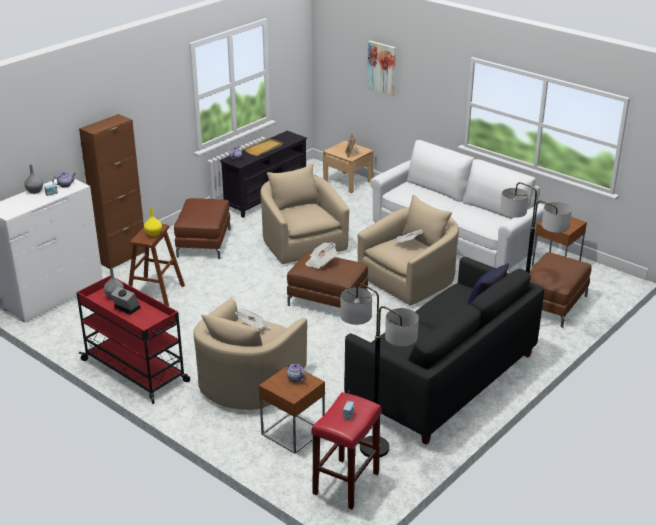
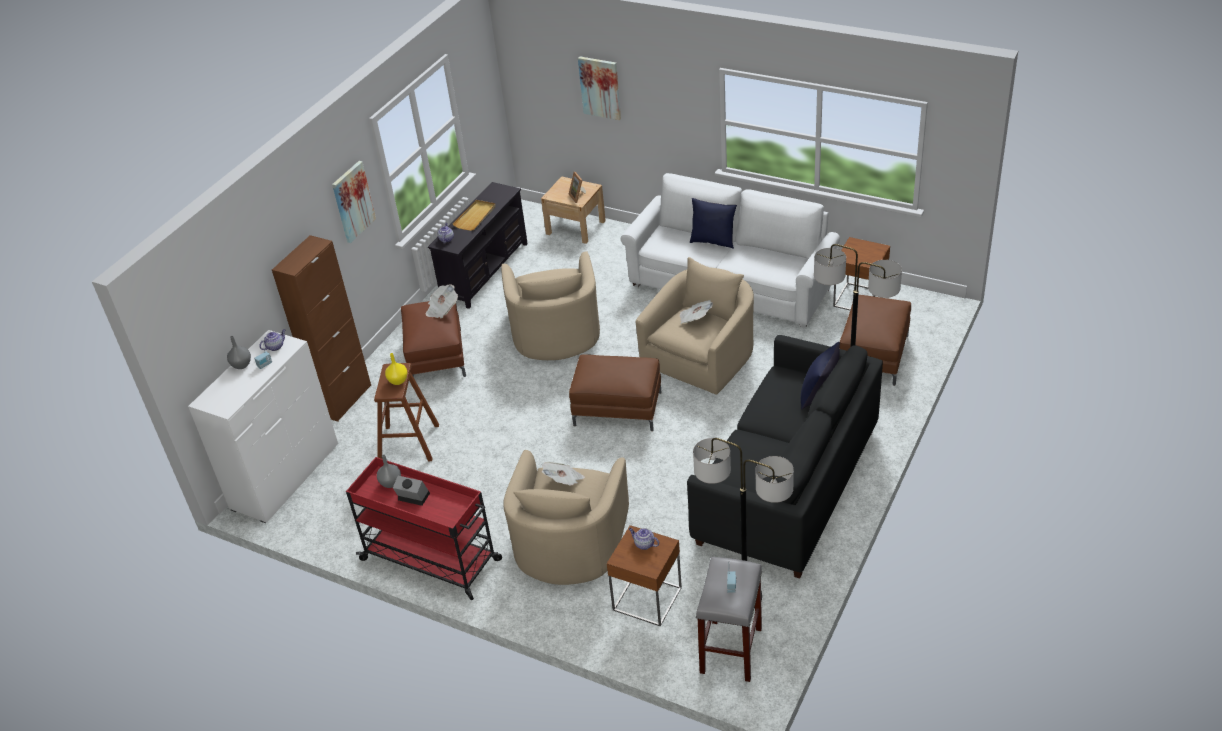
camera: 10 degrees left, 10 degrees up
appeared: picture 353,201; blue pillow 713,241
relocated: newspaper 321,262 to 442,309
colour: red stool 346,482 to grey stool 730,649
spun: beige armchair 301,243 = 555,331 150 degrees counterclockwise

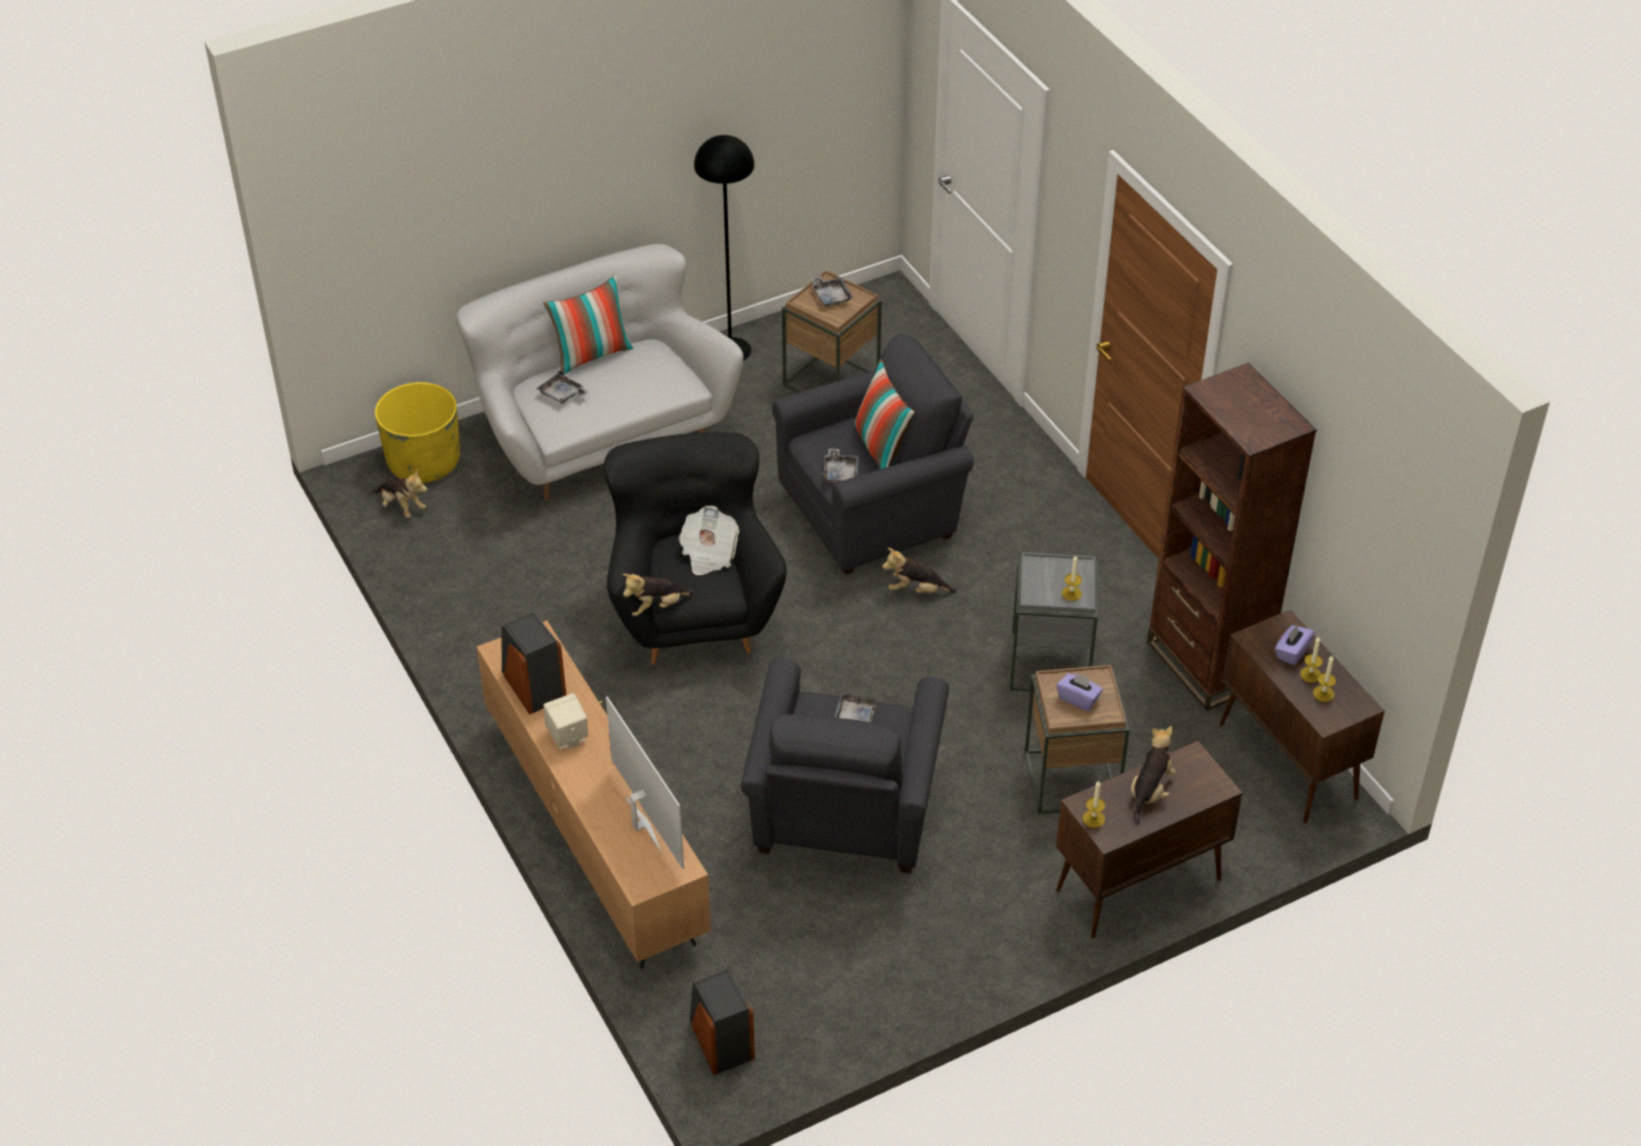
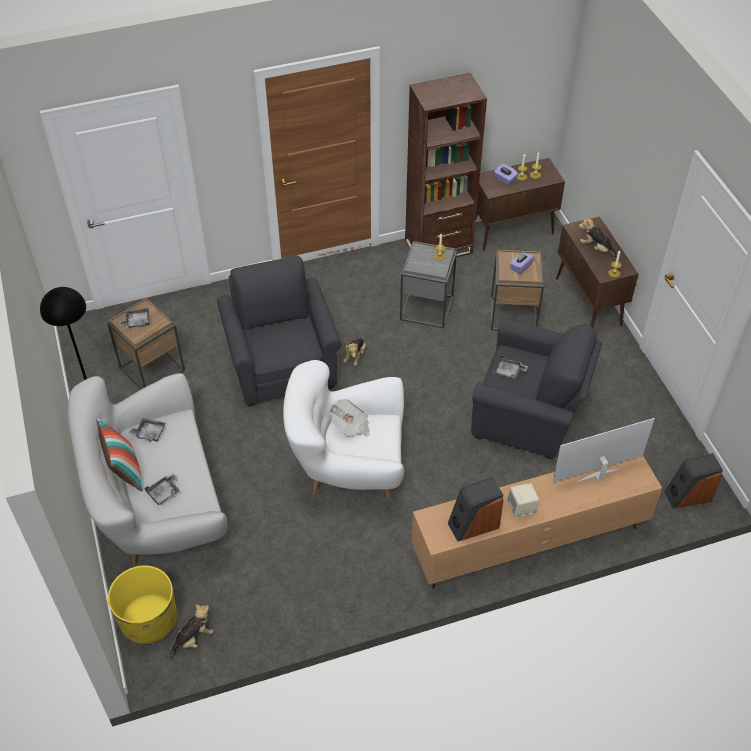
camera: 80 degrees left, 5 degrees up
missing: pillow 882,448; plush toy 656,607
relocated: grey tray 840,472 to 149,433
colour: black armchair 693,613 to white armchair 349,469

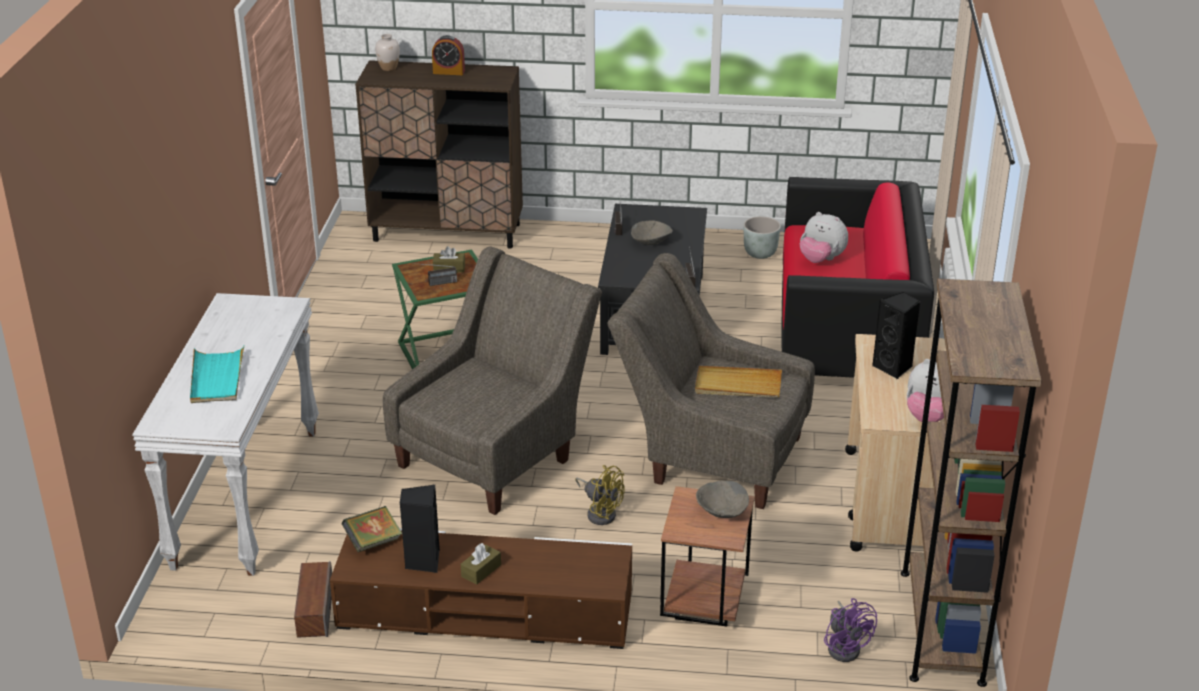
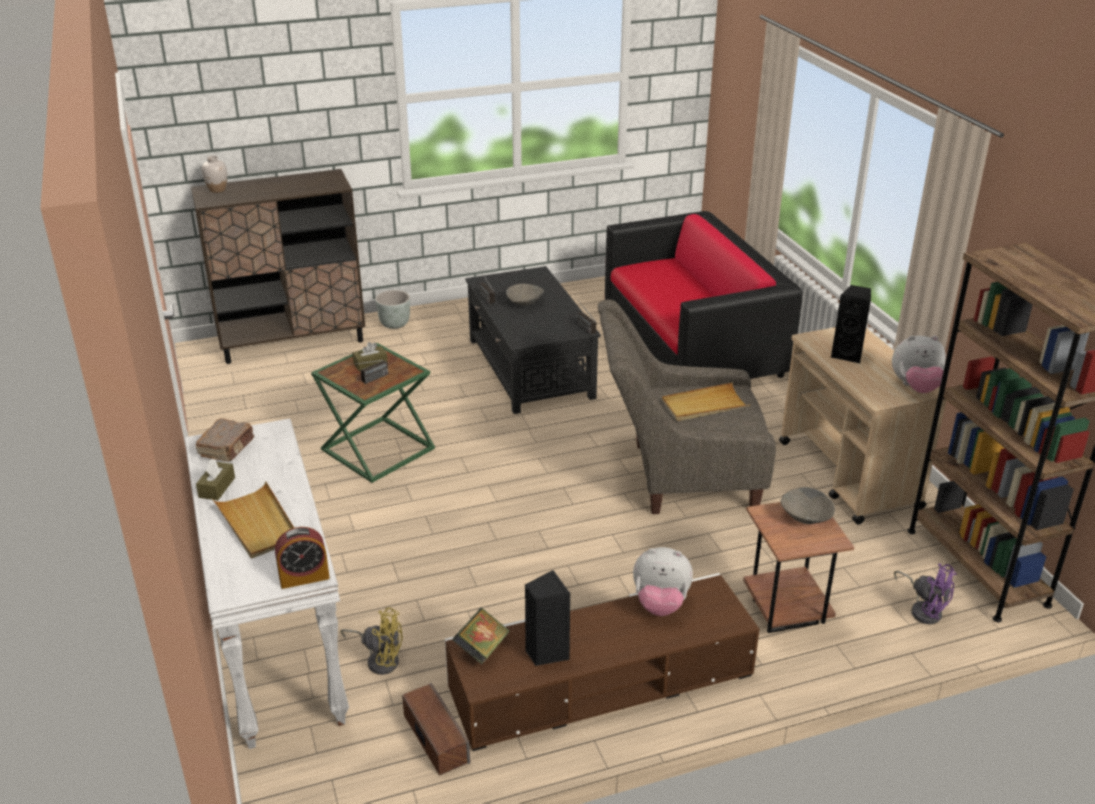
camera: 25 degrees left, 0 degrees up
missing: grey armchair 496,454
appeared: brown book 227,448
relocated: alarm clock 449,72 to 304,577; plush toy 821,260 to 660,604; grey planter 760,253 to 395,324; yellow fan 600,512 to 380,659; brown tissue box 481,570 to 217,487
colour: turquoise tray 217,378 to beige tray 258,524

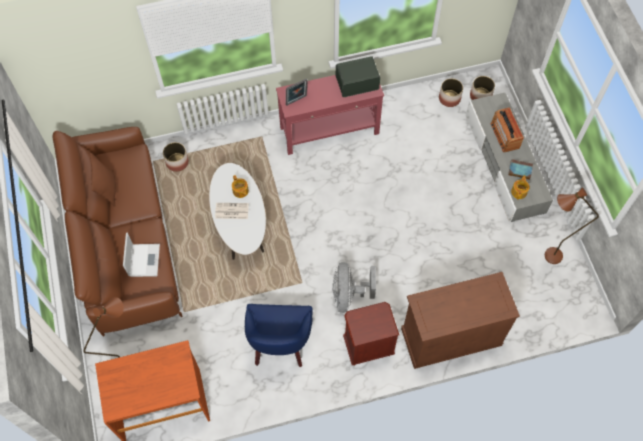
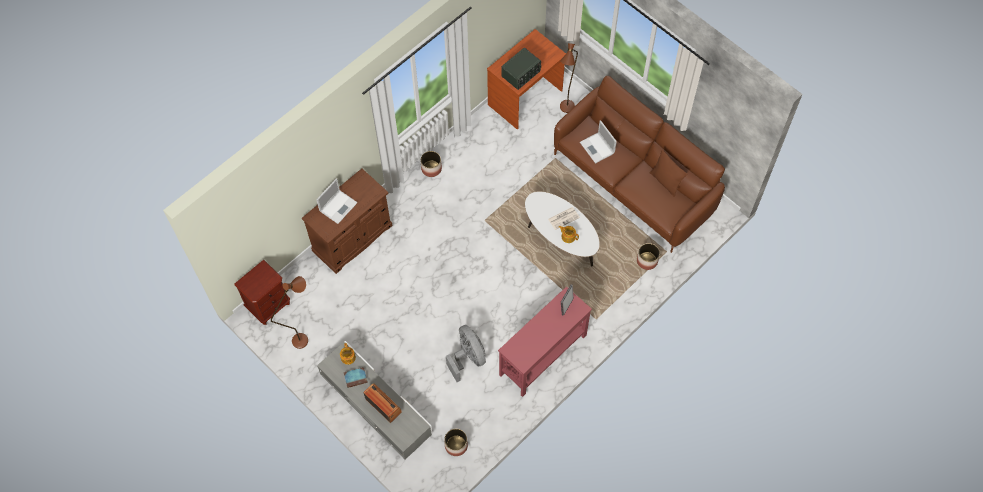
camera: 150 degrees right, 0 degrees up
missing: blue armchair 279,344
appeared: laptop 338,206
relocated: radio 357,82 to 521,74; planter 480,96 to 431,168; grey fan 349,295 to 468,357; brown nightstand 367,346 to 269,305

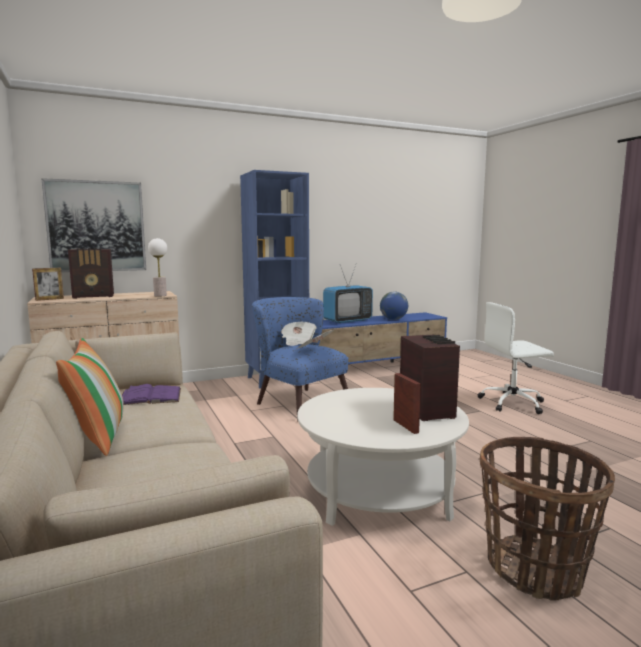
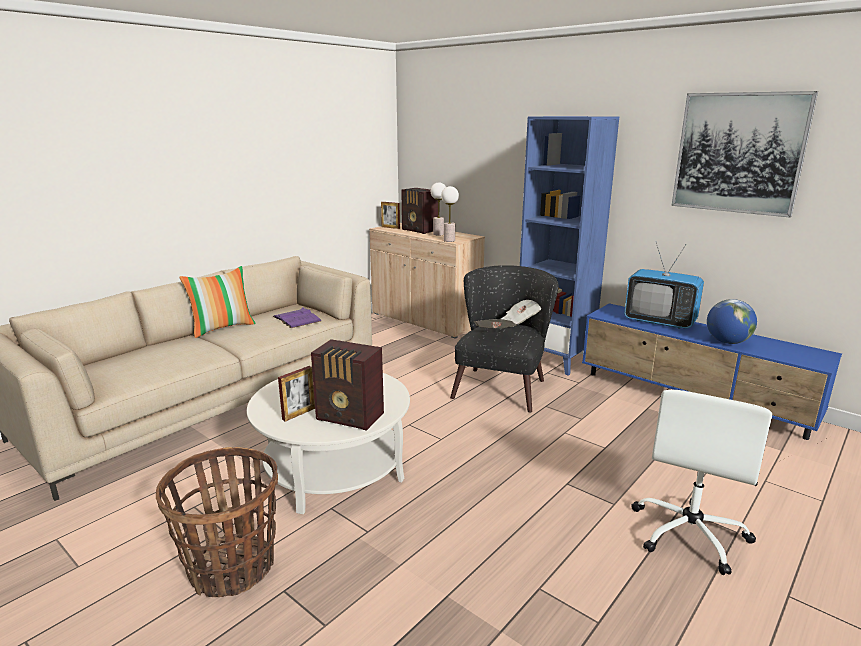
camera: 65 degrees right, 10 degrees up
appeared: table lamp 438,234
relocated: picture 96,226 to 738,153
colour: blue armchair 297,401 to black armchair 503,385
spun: white office chair 513,403 = 689,533 120 degrees counterclockwise; radio 427,409 = 350,417 60 degrees clockwise

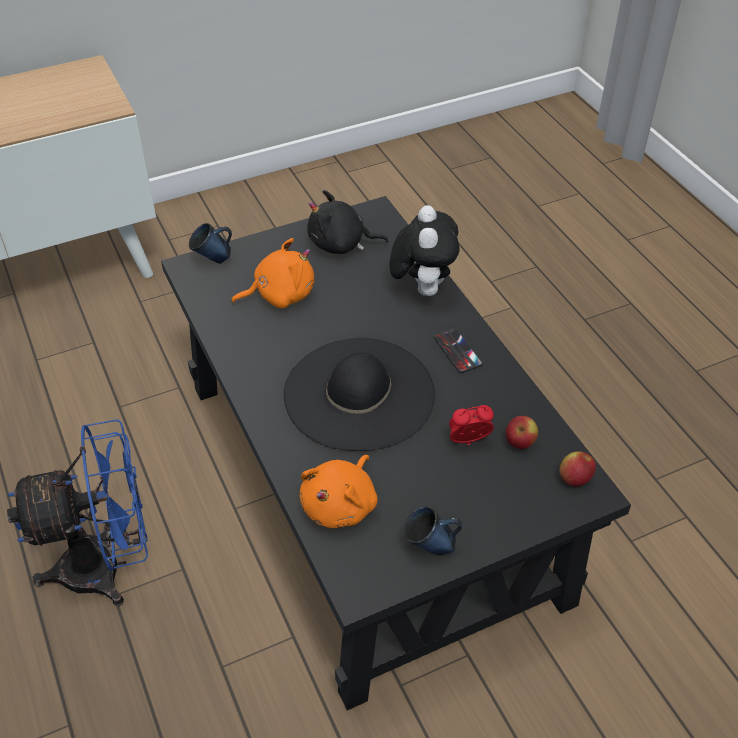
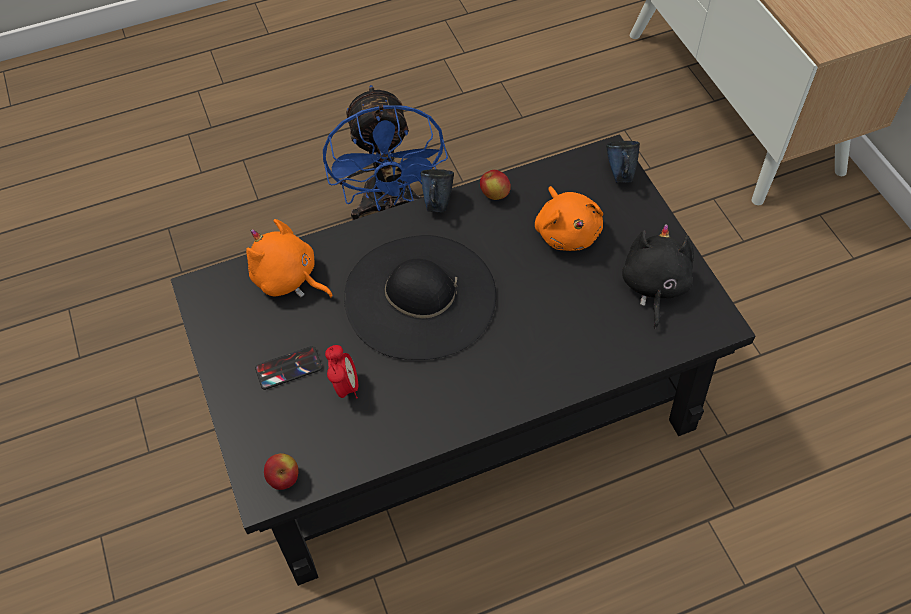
camera: 95 degrees right, 10 degrees up
missing: plush toy 422,288
relocated: phone 457,351 to 288,368; apple 520,443 to 495,194; blue mug 431,549 to 437,203

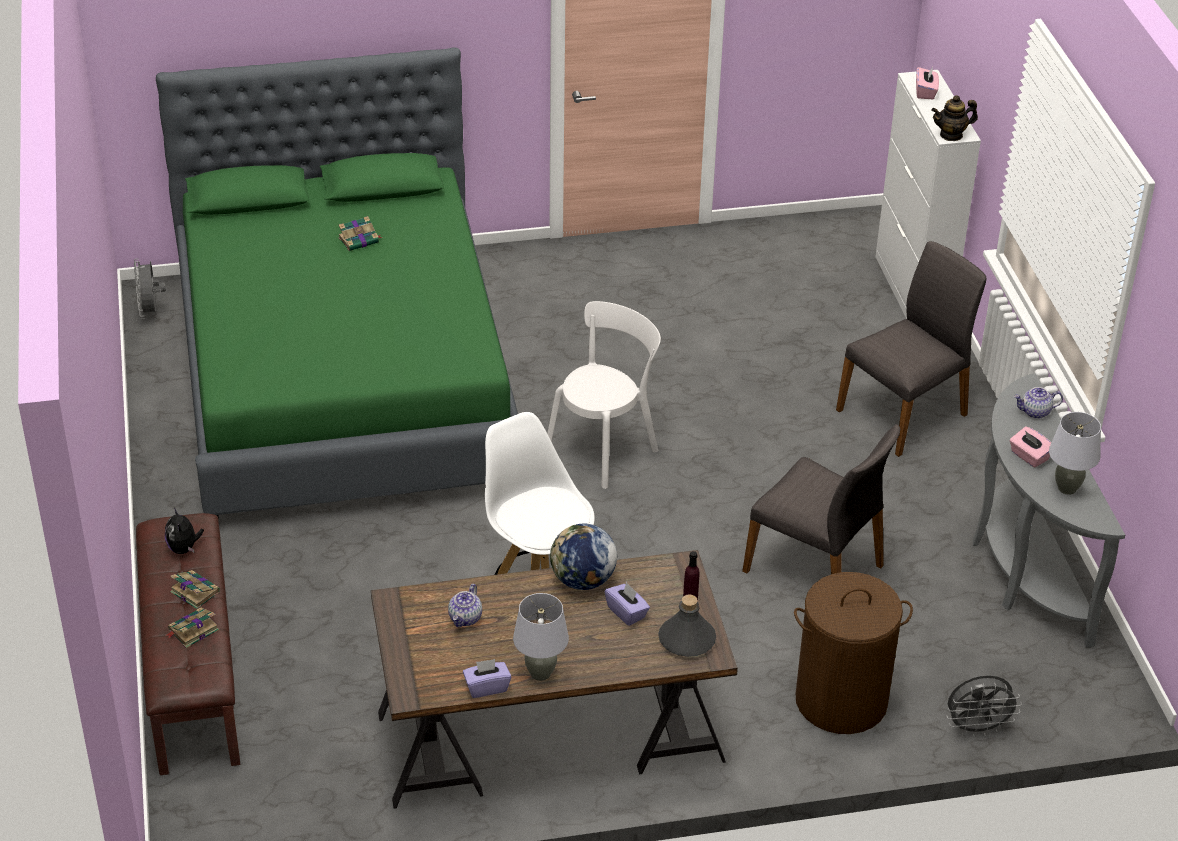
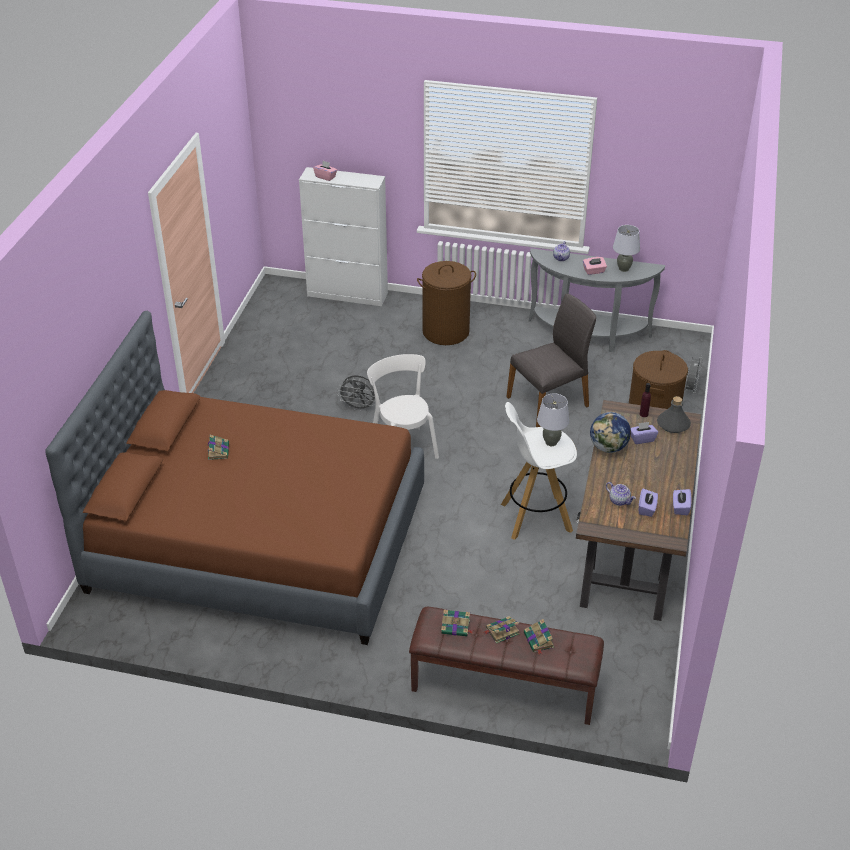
camera: 65 degrees left, 0 degrees up
missing: teapot 951,135
appeared: purple tissue box 647,508
relocated: grey fan 151,312 to 359,407; grey table lamp 540,673 to 551,442
exchanged: grey chair 904,412 to brown laundry basket 446,331; plush toy 184,548 to book 456,627
colour: green bed 345,380 to brown bed 258,540

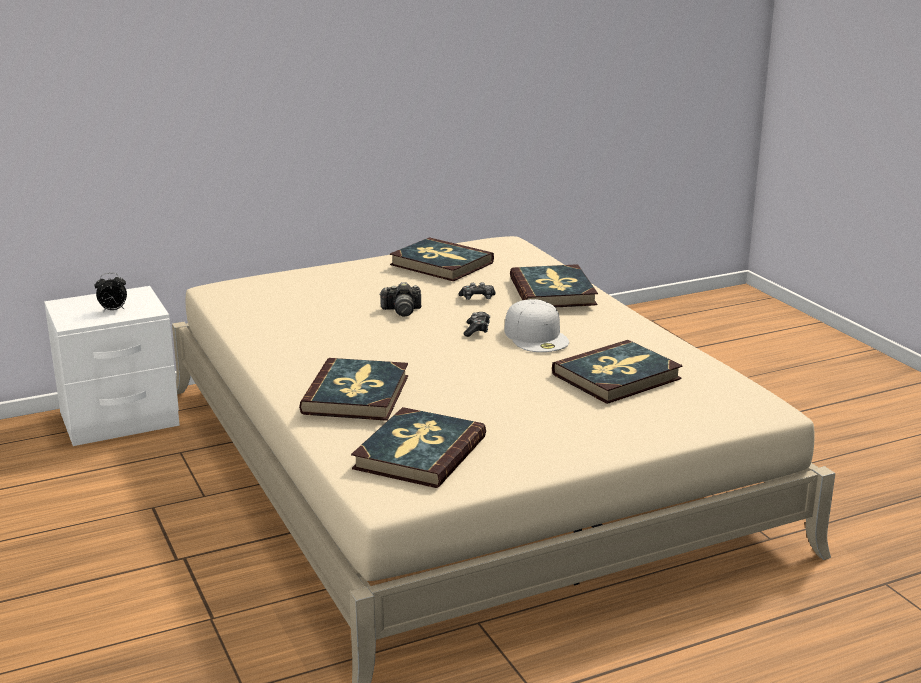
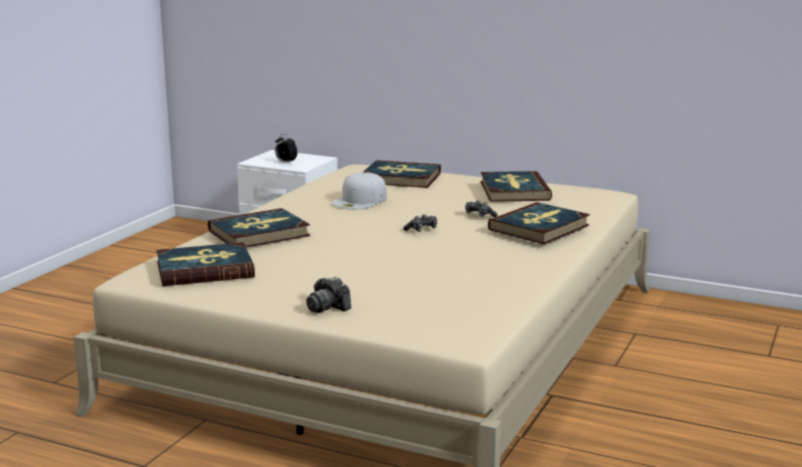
camera: 50 degrees right, 5 degrees down
relocated: photo camera 401,311 to 327,307; white cap 537,336 to 360,200; book 617,377 to 401,178

